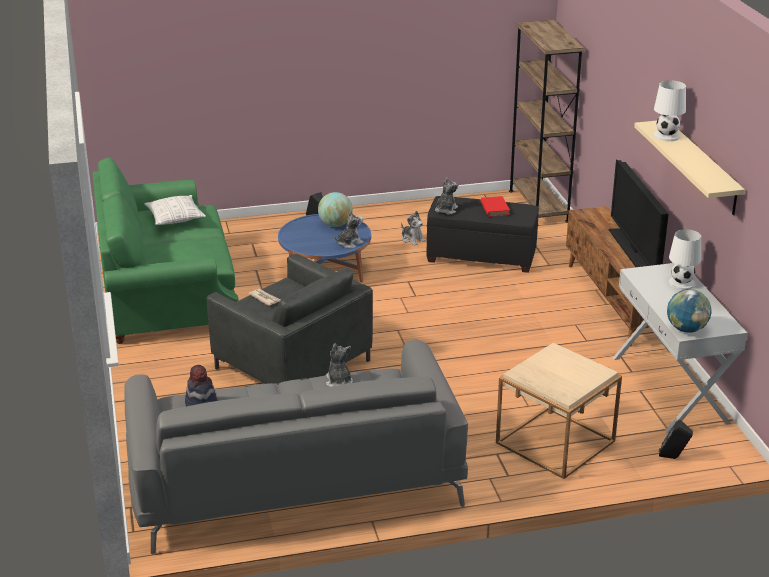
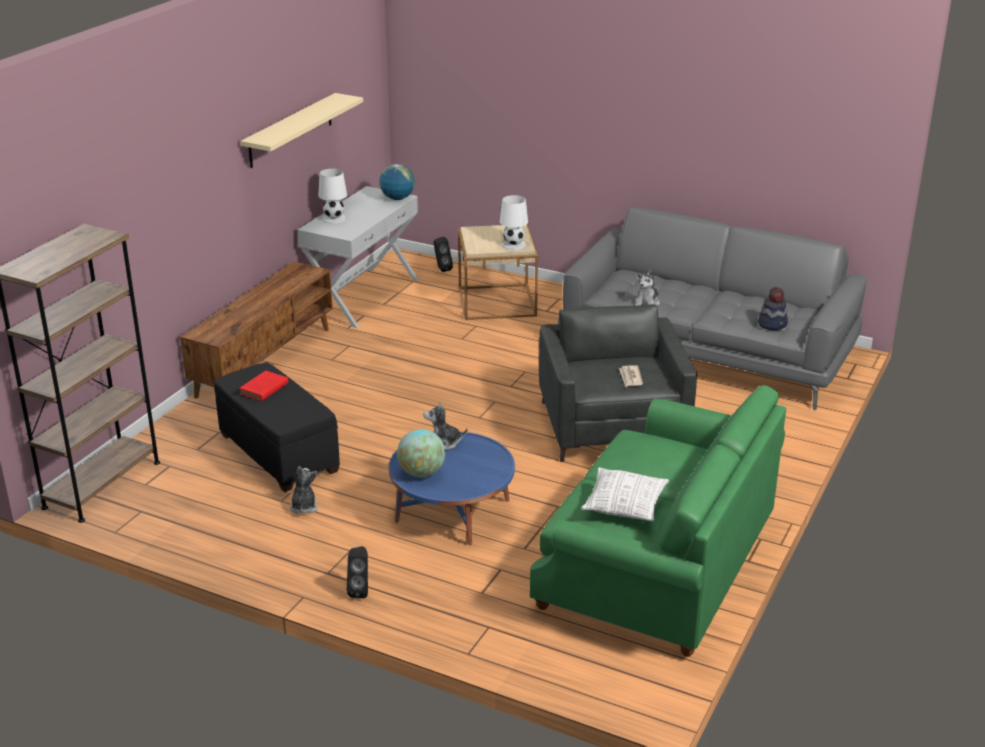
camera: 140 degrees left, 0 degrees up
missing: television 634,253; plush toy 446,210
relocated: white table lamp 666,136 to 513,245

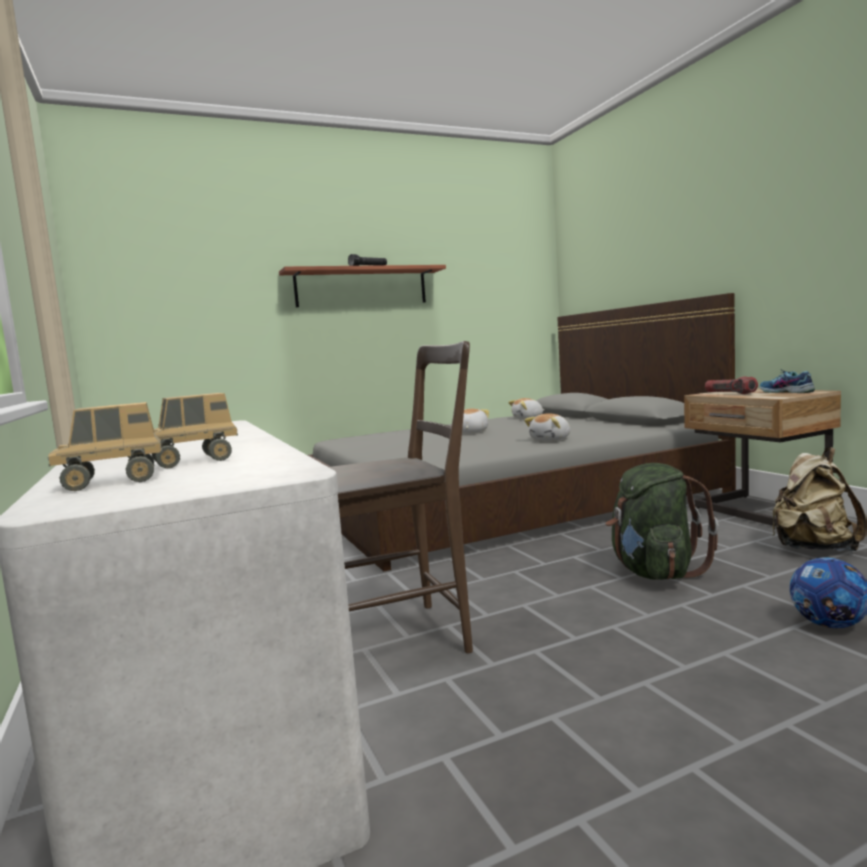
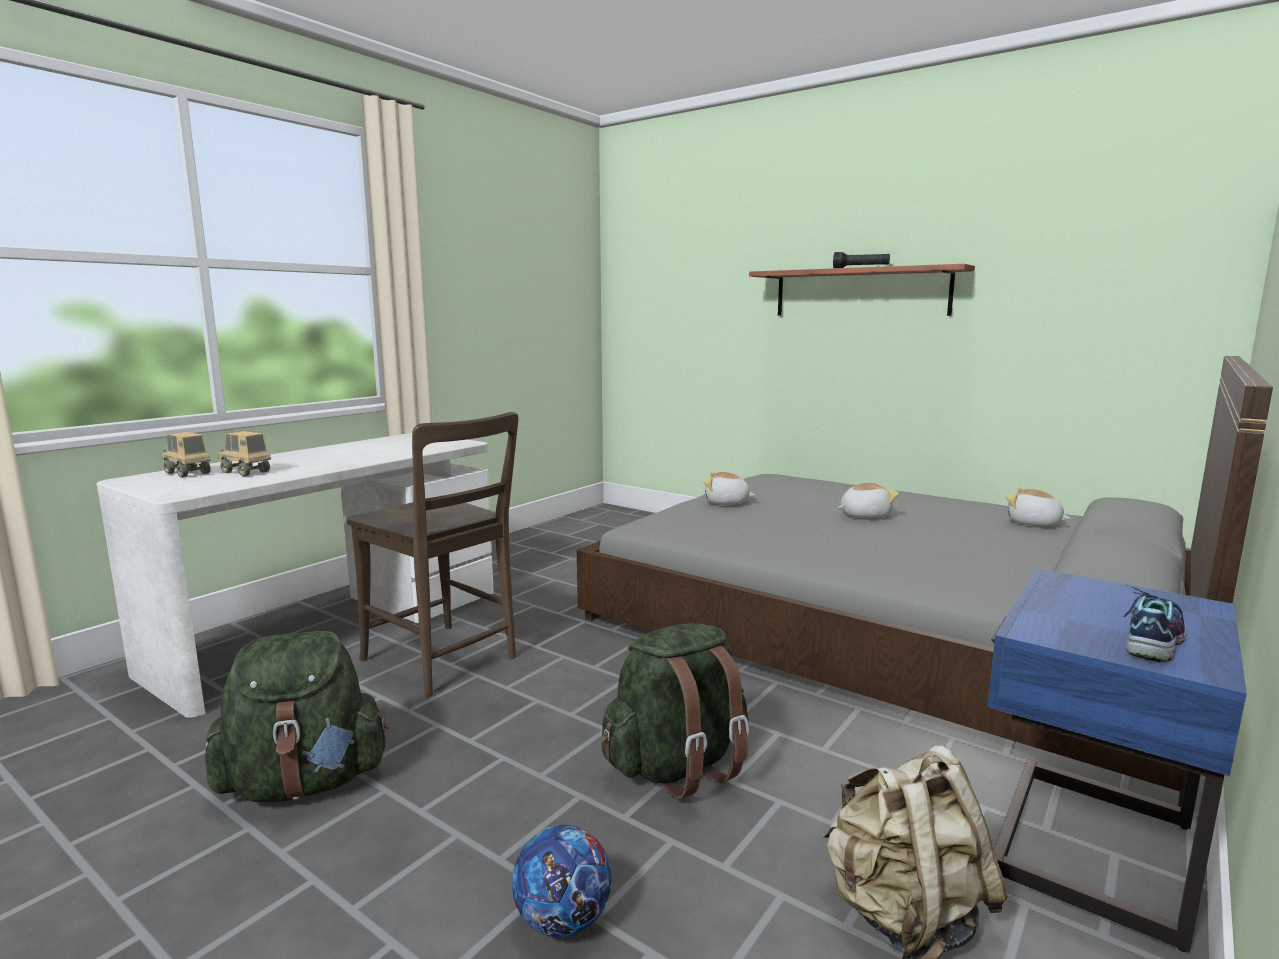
camera: 60 degrees right, 5 degrees up
missing: flashlight 729,393
appeared: green backpack 304,783
relocated: plush toy 551,440 to 726,503
colour: beige nightstand 758,512 to blue nightstand 1084,847

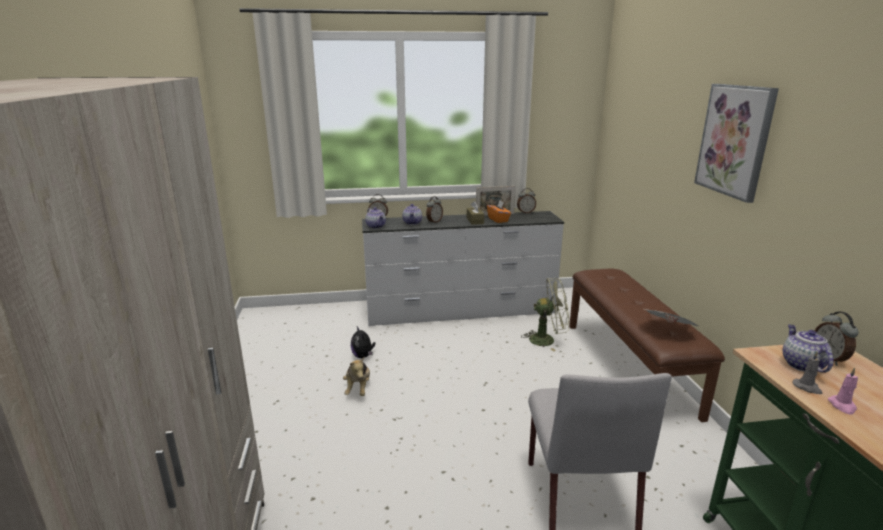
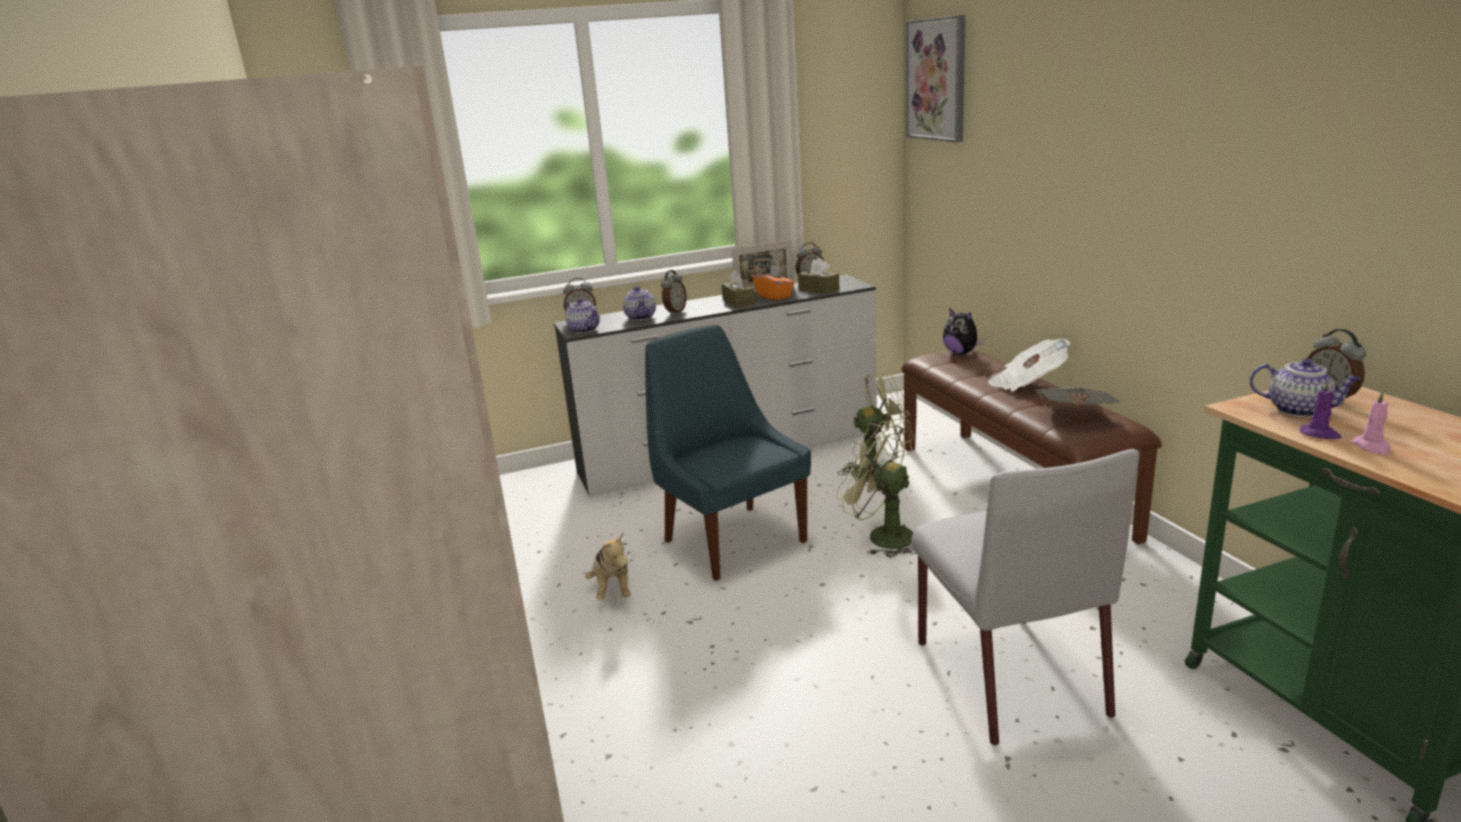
camera: 10 degrees left, 0 degrees up
appeared: brown tissue box 818,289; blue chair 731,539; newspaper 1027,384; green fan 881,536
relocated: picture 735,140 to 937,79; plush toy 363,356 to 961,353
colour: grey candle 807,387 to purple candle 1320,434
spun: teapot 801,364 = 1299,410 135 degrees clockwise

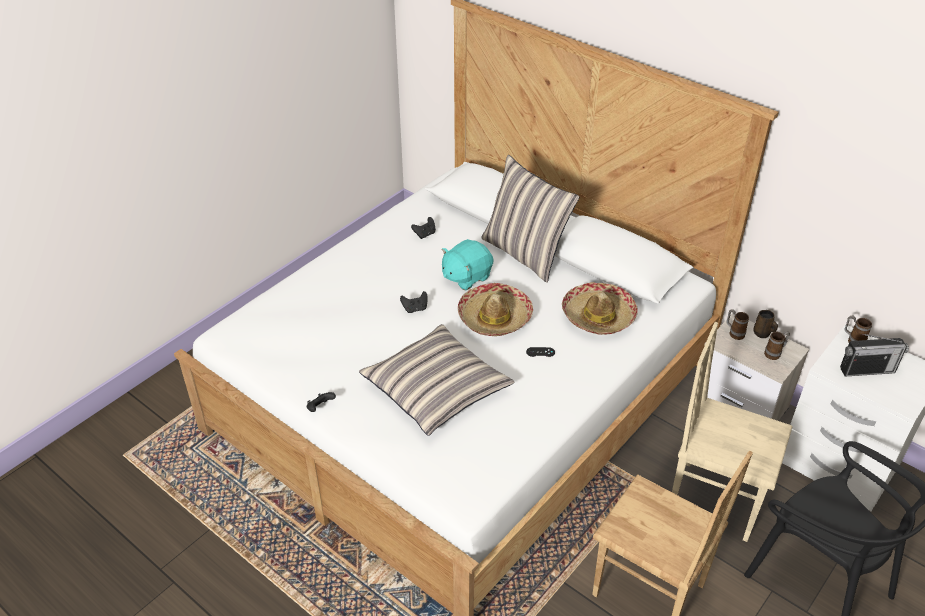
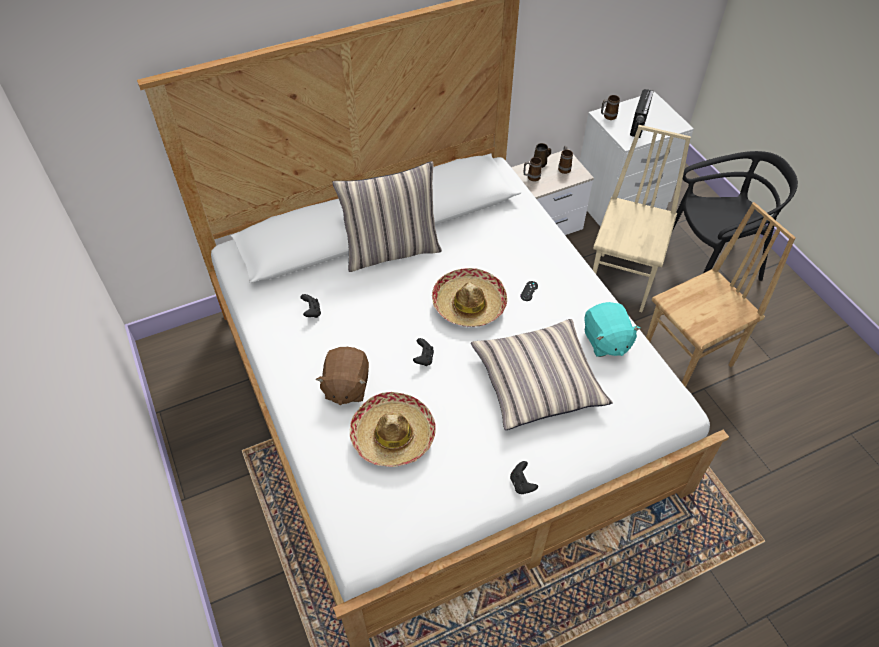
camera: 65 degrees left, 10 degrees up
appeared: brown plush toy 346,386
relocated: turquoise plush toy 466,277 to 606,341; hat 598,316 to 393,436
spun: beige chair 715,499 = 623,282 150 degrees clockwise

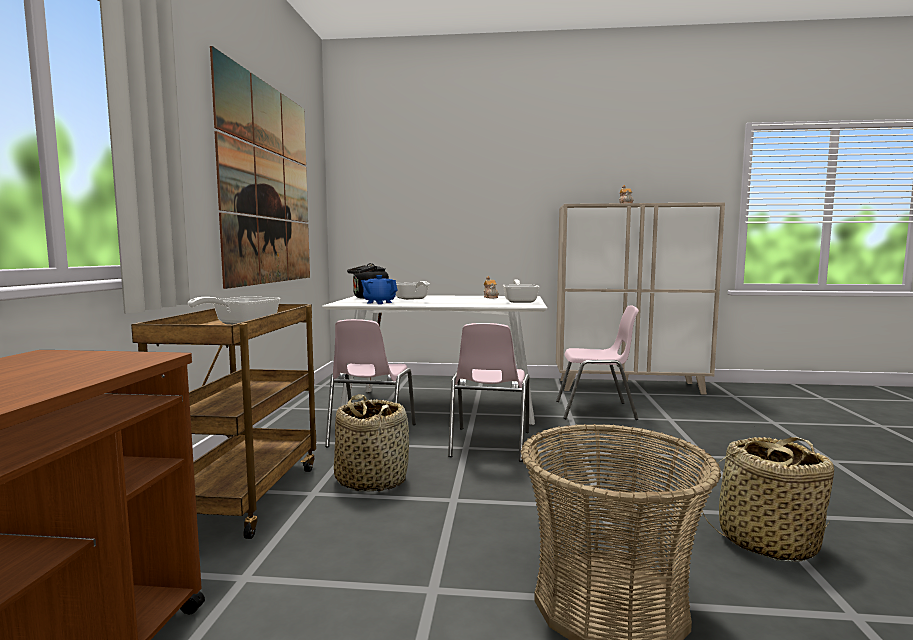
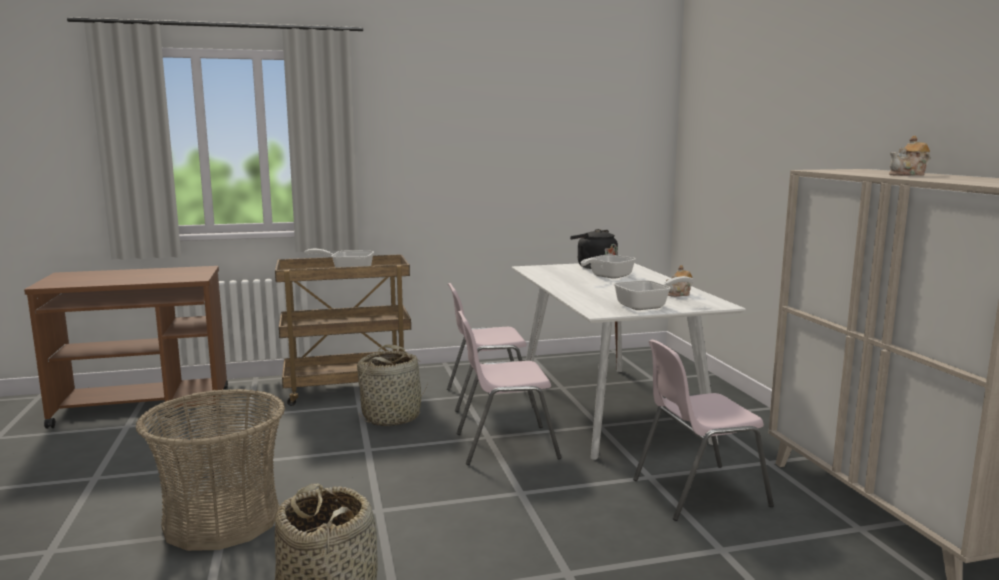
camera: 70 degrees right, 5 degrees up
missing: picture 268,184; blue teapot 379,302
spun: pink chair 596,411 = 697,492 90 degrees clockwise

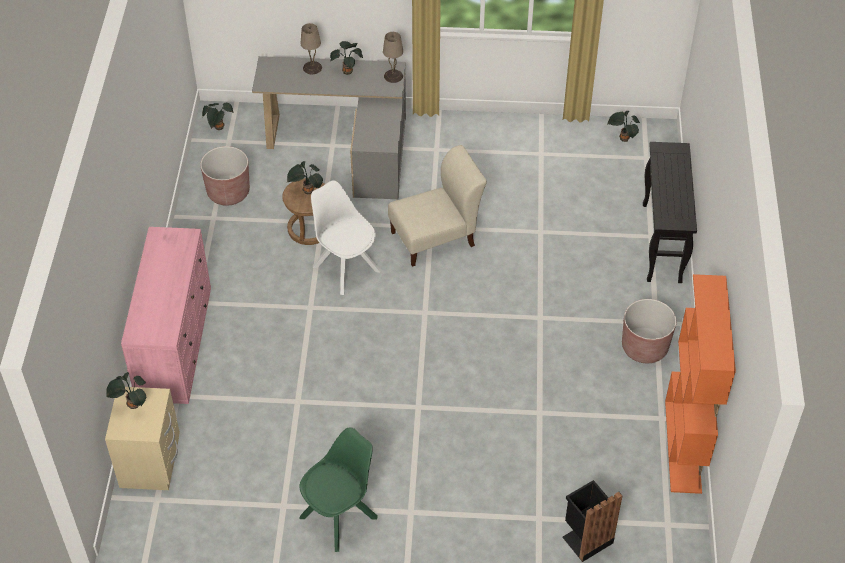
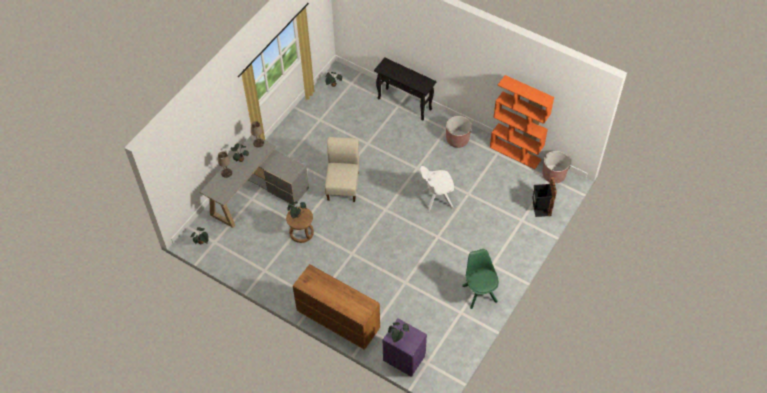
camera: 60 degrees left, 5 degrees up
relocated: brown planter 228,192 to 553,175; white chair 345,267 to 436,199
colour: pink dresser 175,344 to brown dresser 337,319; beige nightstand 151,463 to purple nightstand 404,357

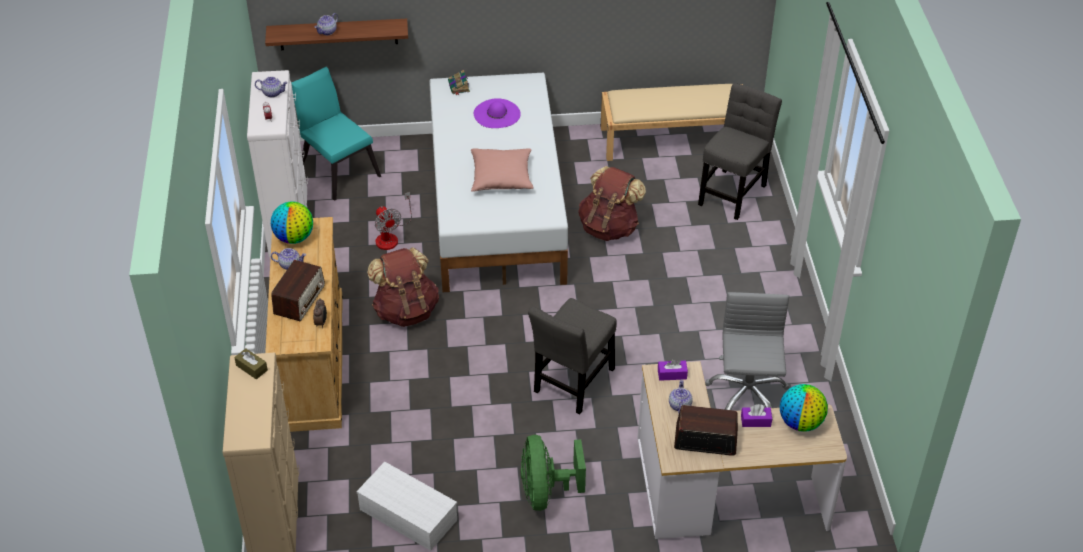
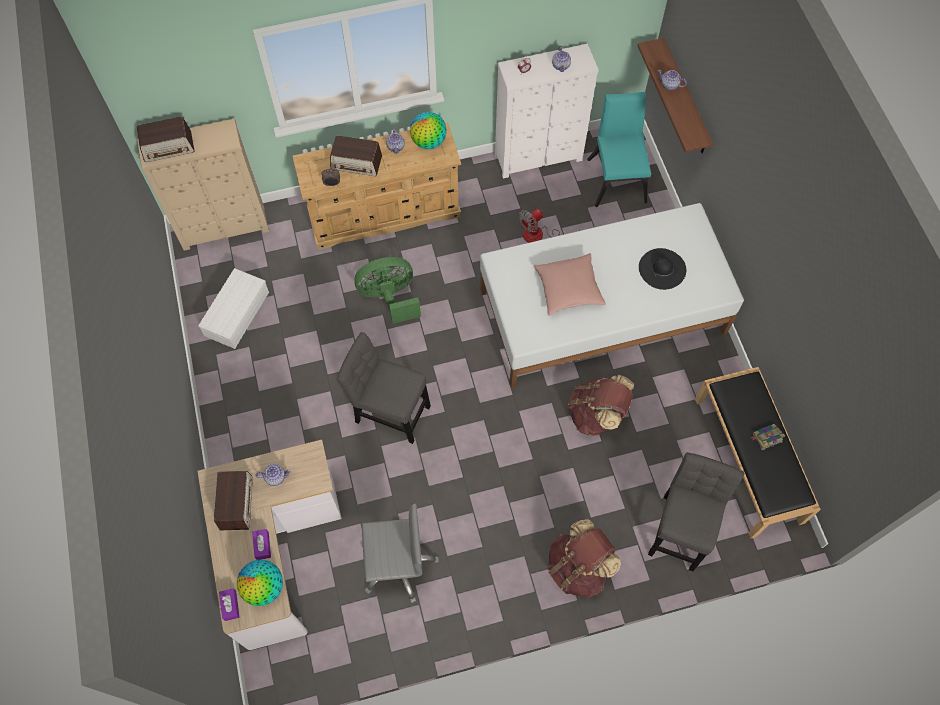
camera: 80 degrees right, 20 degrees up
missing: brown tissue box 251,368
appeared: radio 168,147
relocated: book 459,87 to 766,438; brown backpack 406,310 to 578,568; purple tissue box 672,374 to 230,605; green fan 546,492 to 390,297
colour: beige bench 674,139 to black bench 749,460; purple hat 497,114 to black hat 662,268
spun: turquoise chair 337,169 = 617,176 45 degrees counterclockwise; grey chair 733,192 = 681,528 90 degrees counterclockwise

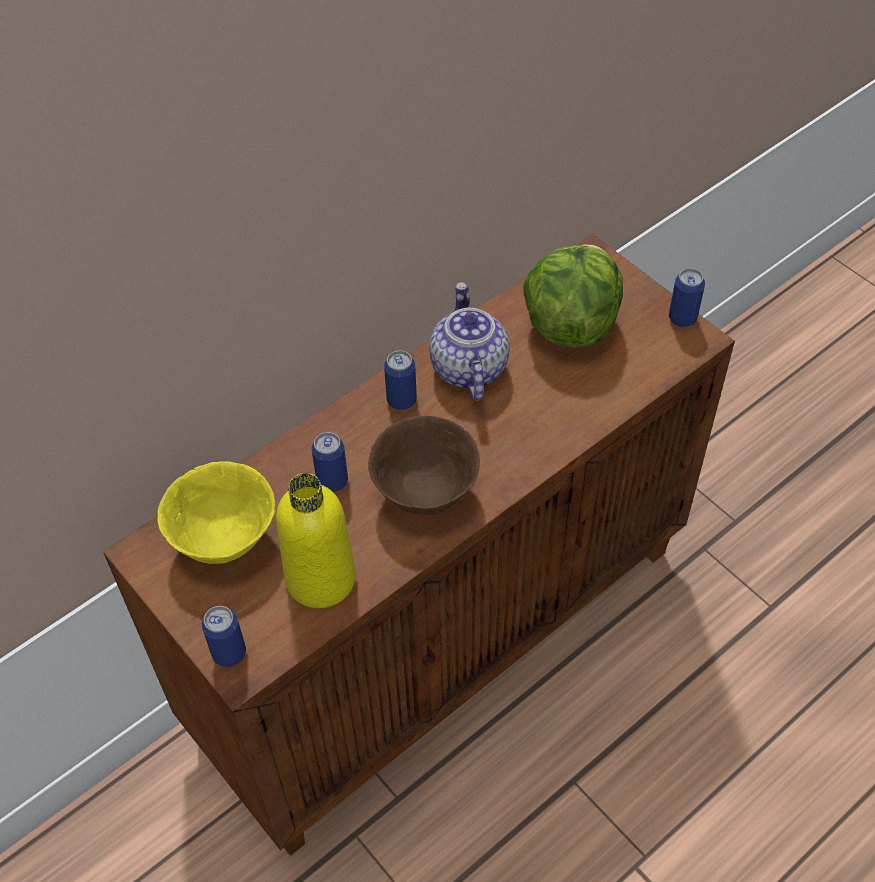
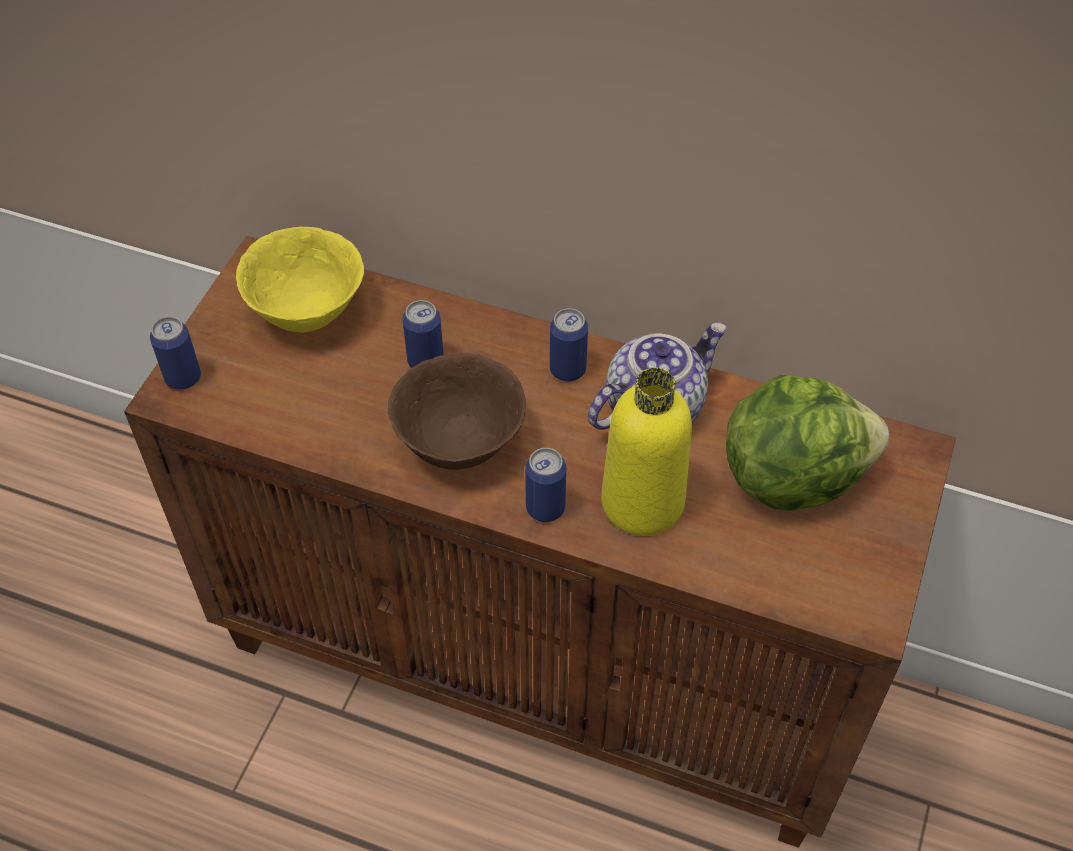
camera: 60 degrees right, 0 degrees up
relocated: can 682,318 to 545,508; yellow bottle 320,579 to 642,502

